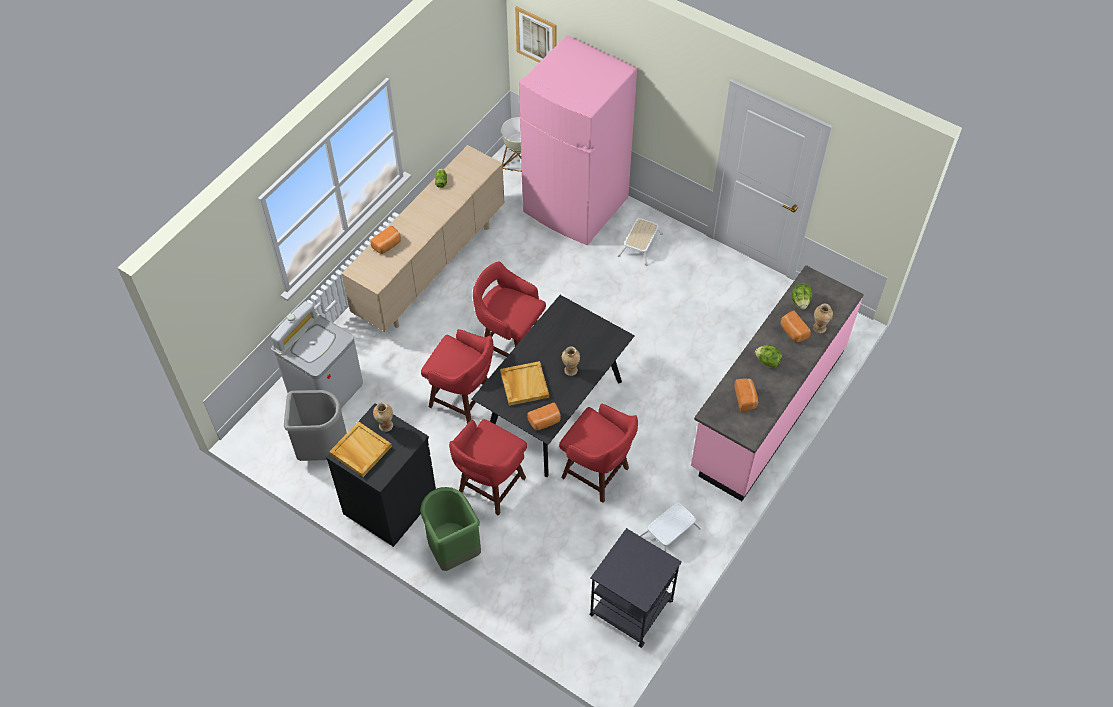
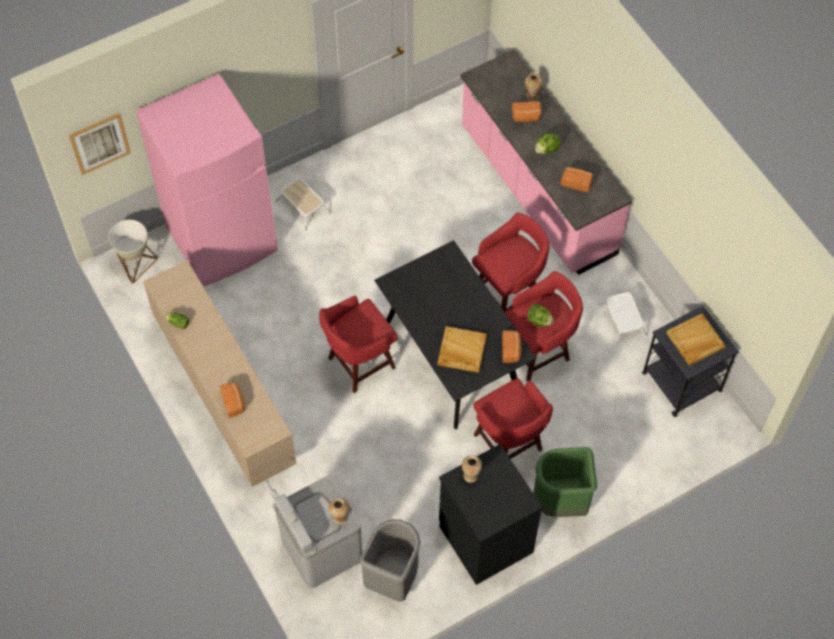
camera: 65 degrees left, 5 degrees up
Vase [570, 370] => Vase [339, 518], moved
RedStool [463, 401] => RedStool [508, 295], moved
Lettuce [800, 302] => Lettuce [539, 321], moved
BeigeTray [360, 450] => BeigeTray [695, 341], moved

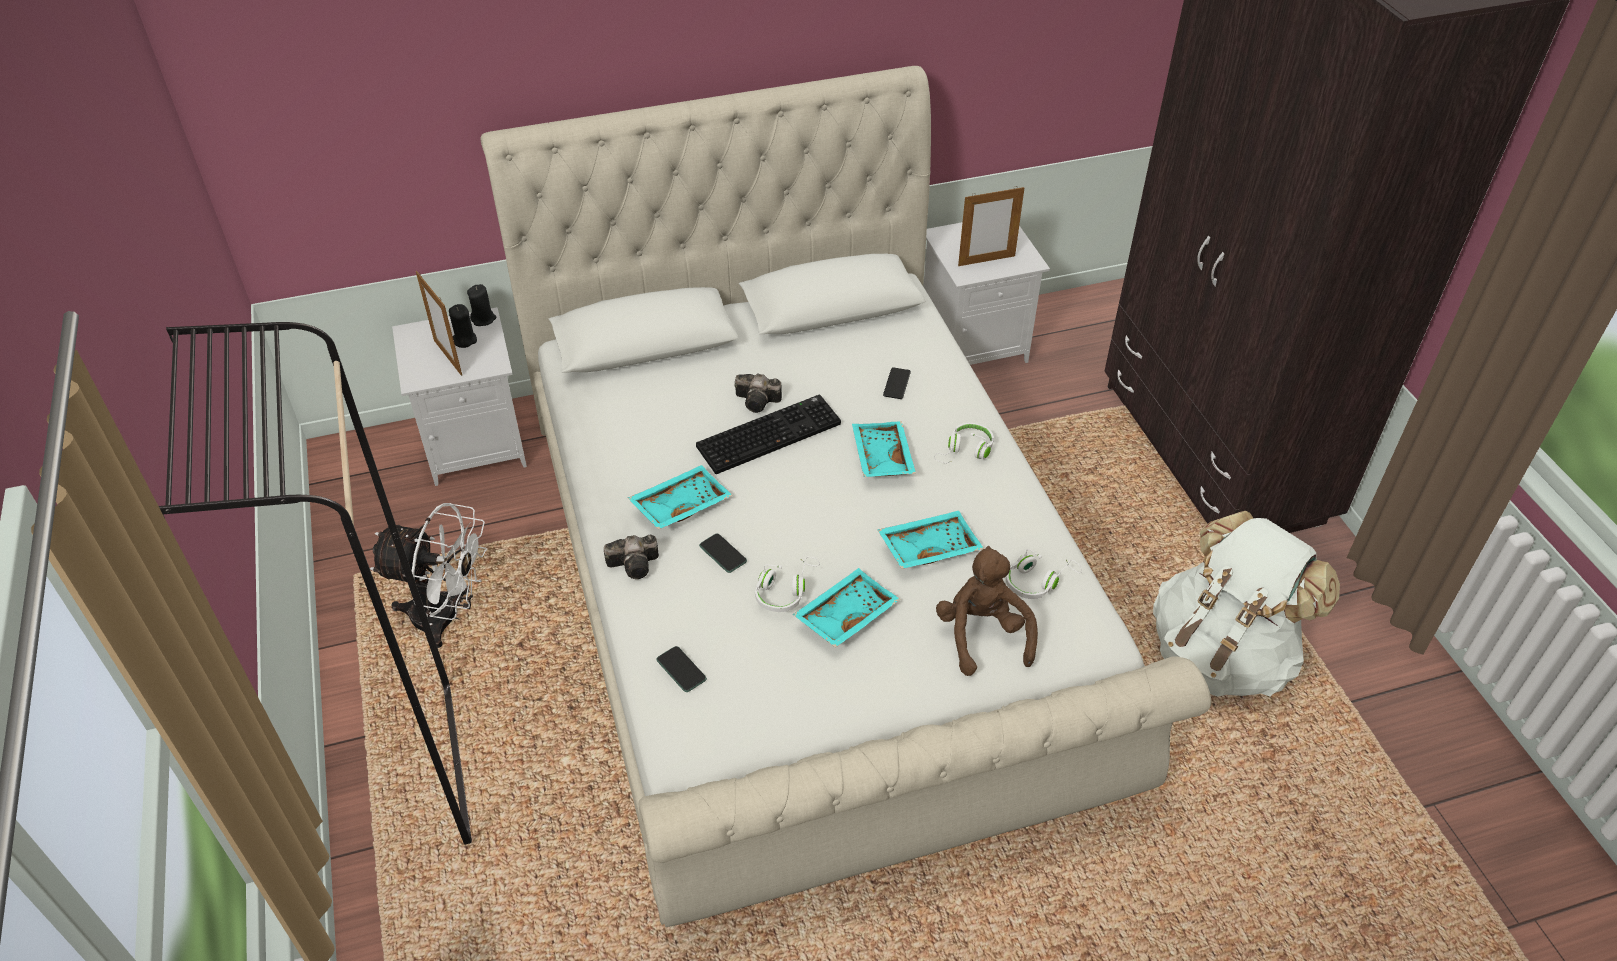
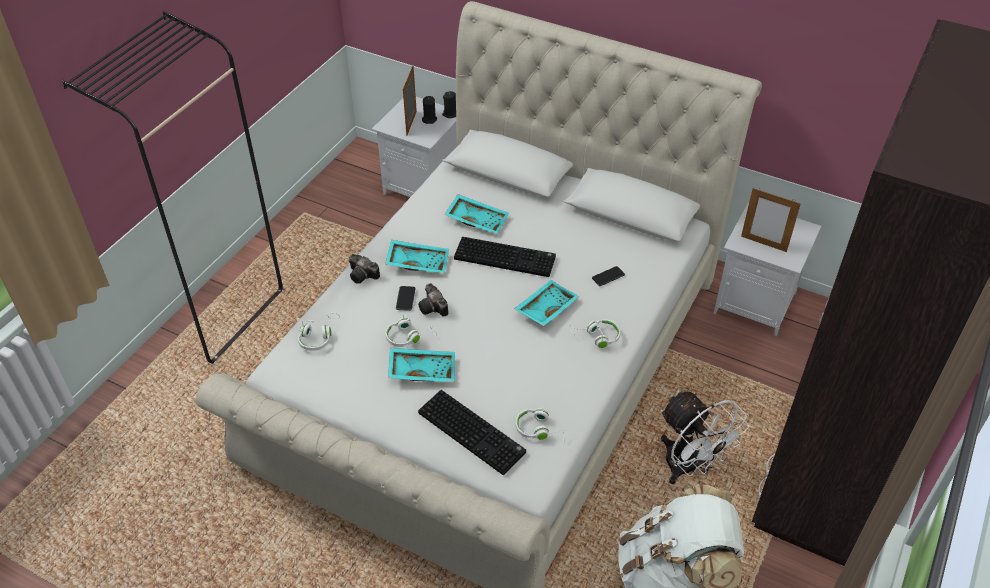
camera: 45 degrees right, 0 degrees up
Phone [681, 670] => WhiteHeadphones [318, 336]
PhotoCamera [759, 401] => PhotoCamera [434, 308], moved
BrownPlushToy [982, 635] => Keyboard [473, 432]
TurquoiseTray [928, 547] => TurquoiseTray [477, 219], moved
WhiteFan [447, 618] => WhiteFan [689, 468], moved

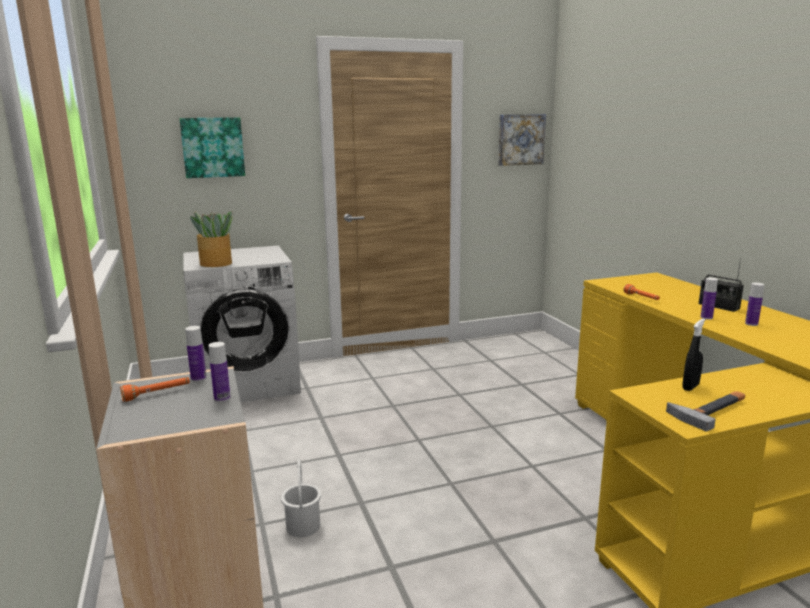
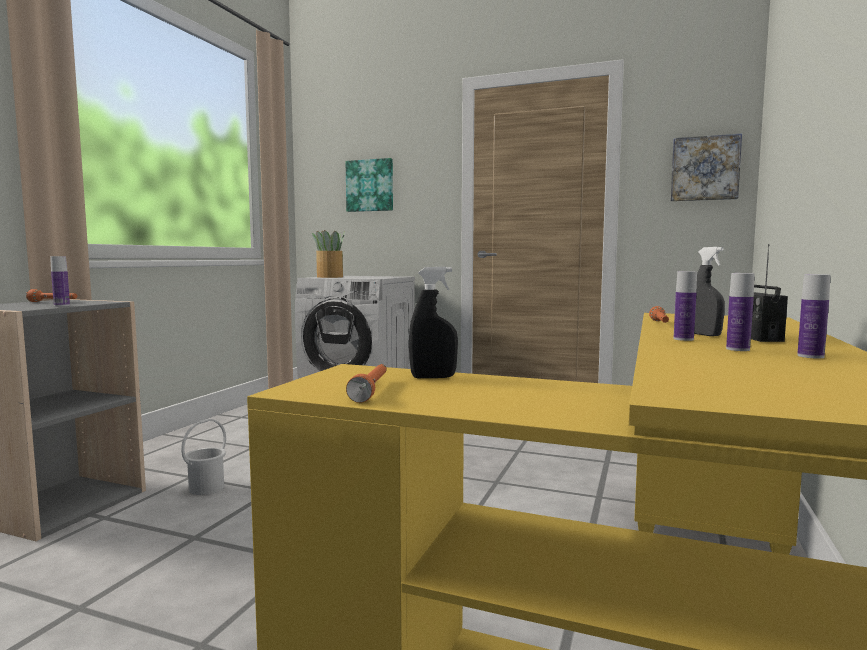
camera: 40 degrees right, 10 degrees down
Hammer [711, 410] => OrangeFlashlight [371, 390]
nothing => GreySprayBottle [705, 335]
Bottle [198, 378] => Bottle [810, 356], moved

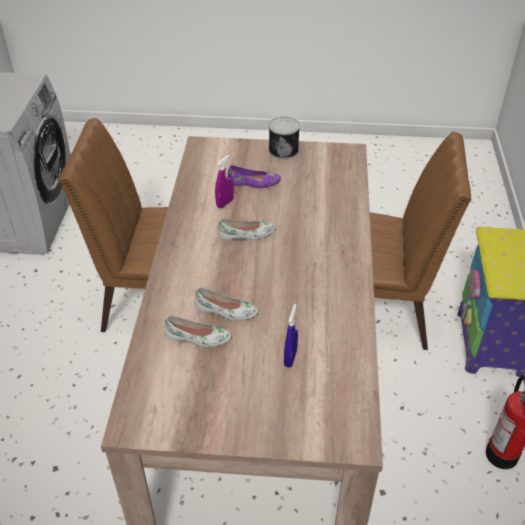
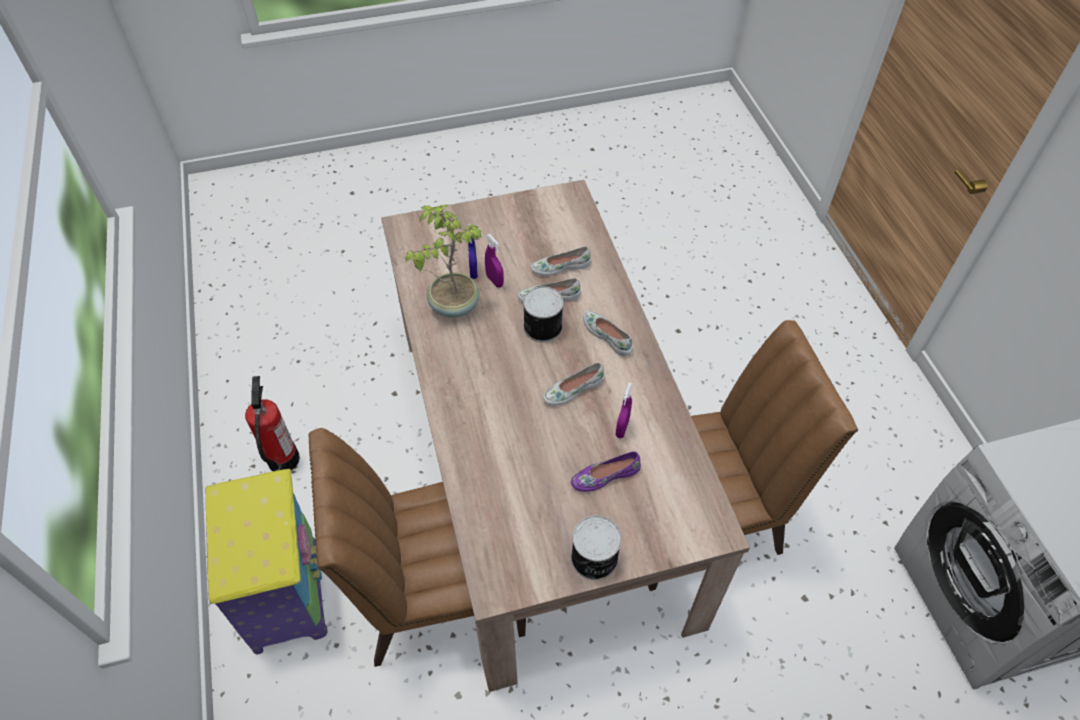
camera: 160 degrees right, 10 degrees up
nothing => PottedPlant [453, 305]
nothing => PurpleSprayBottle [494, 281]
nothing => Can [541, 326]
nothing => WhiteShoe [608, 335]

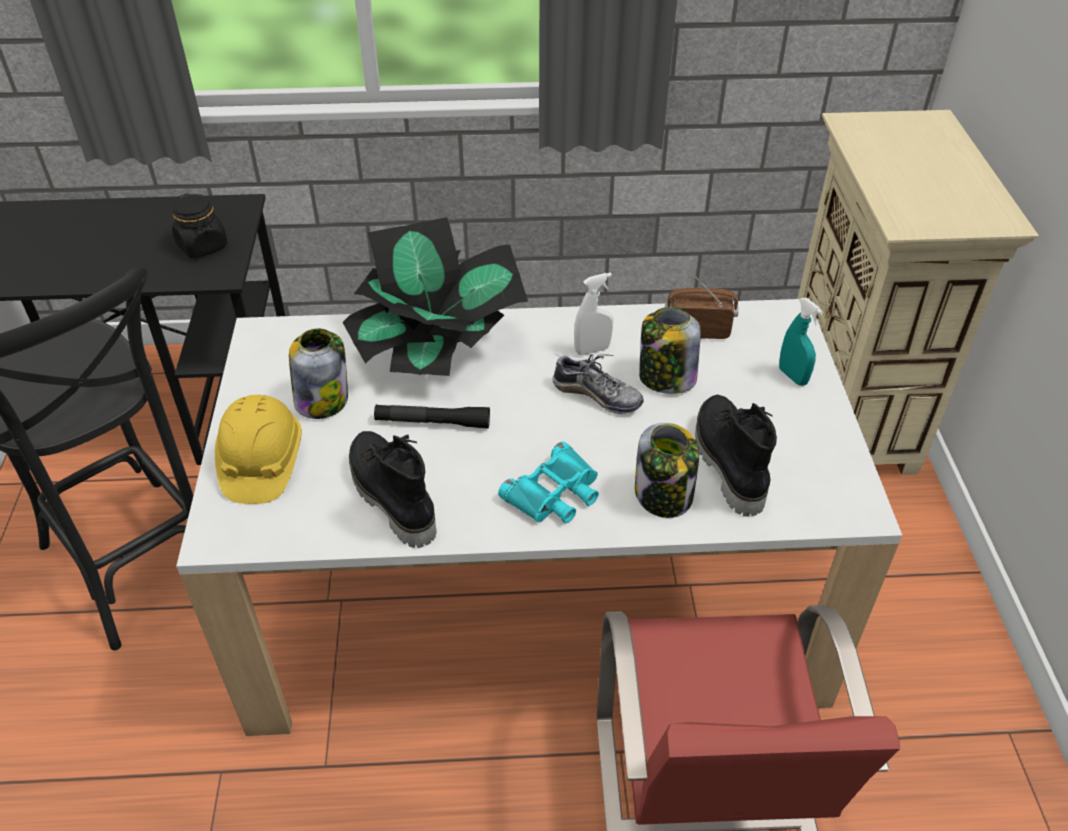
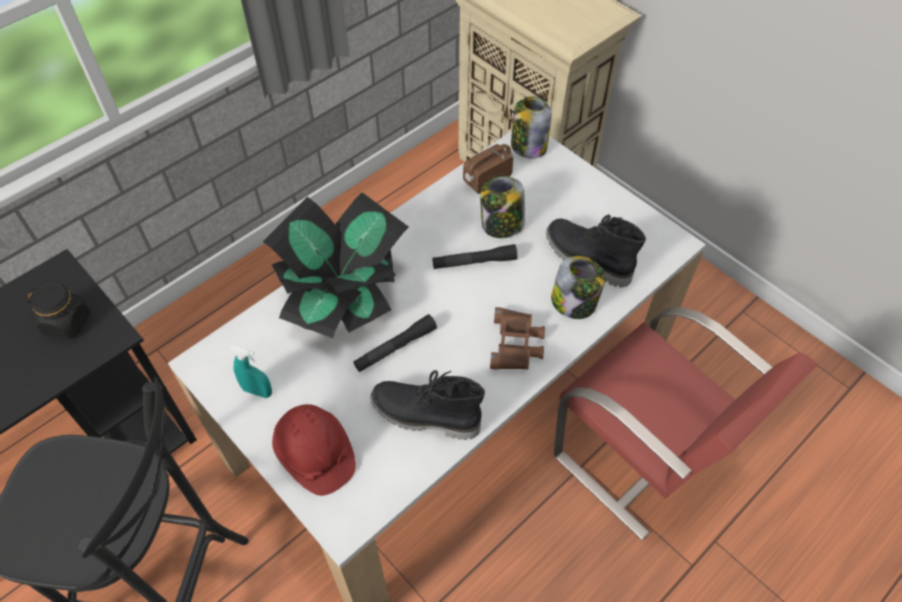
camera: 40 degrees left, 10 degrees up
TurquoiseSprayBottle [792, 376] => TurquoiseSprayBottle [257, 391], moved
YellowHardHat [261, 463] => RedHardHat [315, 455]
Shoe [597, 395] => BlackFlashlight [474, 262]
TurquoiseBinoculars [555, 493] => BrownBinoculars [516, 344]
Jar [322, 400] => Jar [528, 146], moved
WhiteSprayBottle [592, 350] => nothing

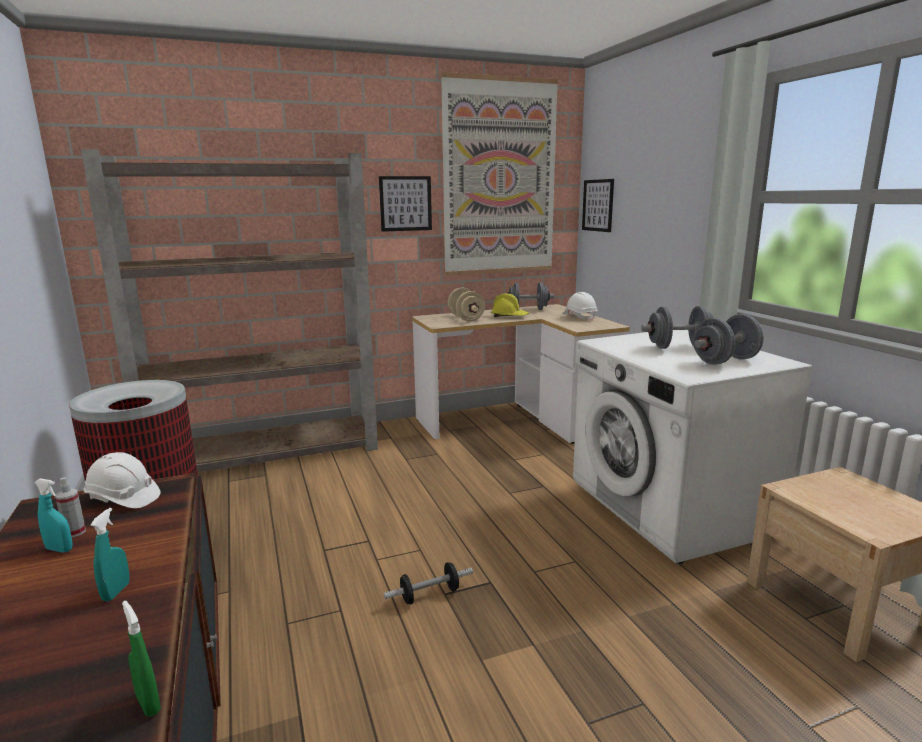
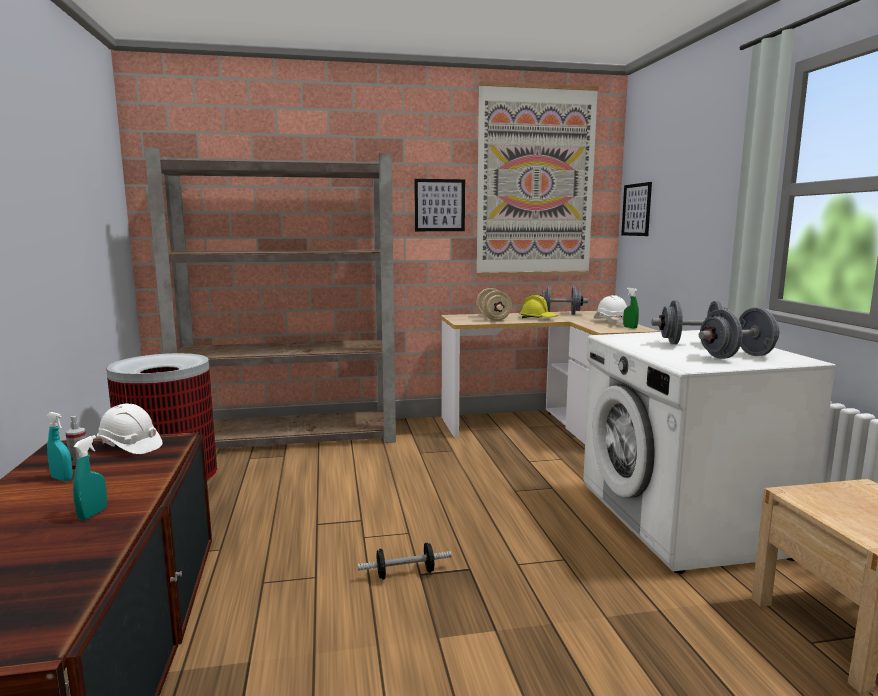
camera: 10 degrees right, 5 degrees down
GreenSprayBottle [148, 704] => GreenSprayBottle [630, 327], moved

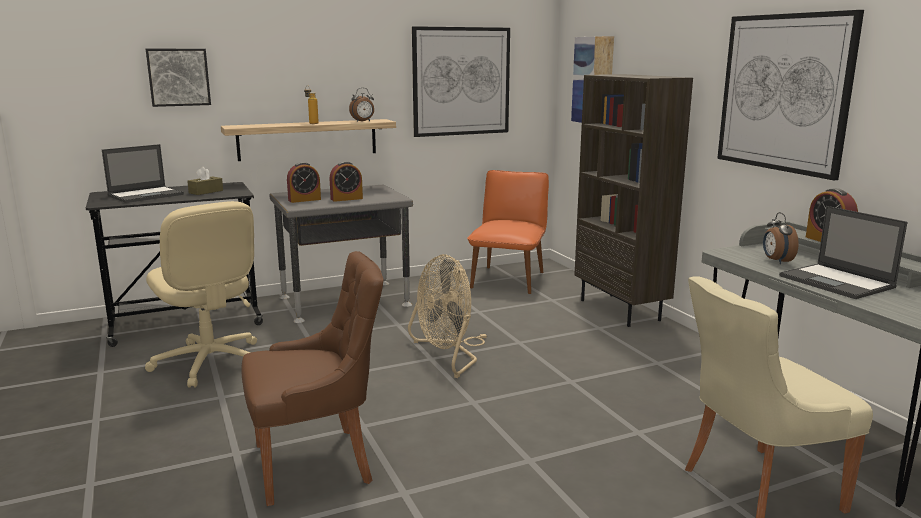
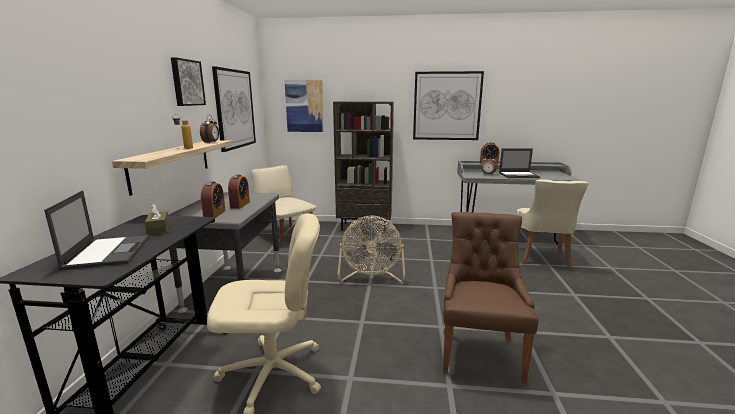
camera: 60 degrees left, 0 degrees up
Picture [178, 77] => Picture [187, 82], moved
OrangeChair [507, 280] => BeigeChair [286, 236]

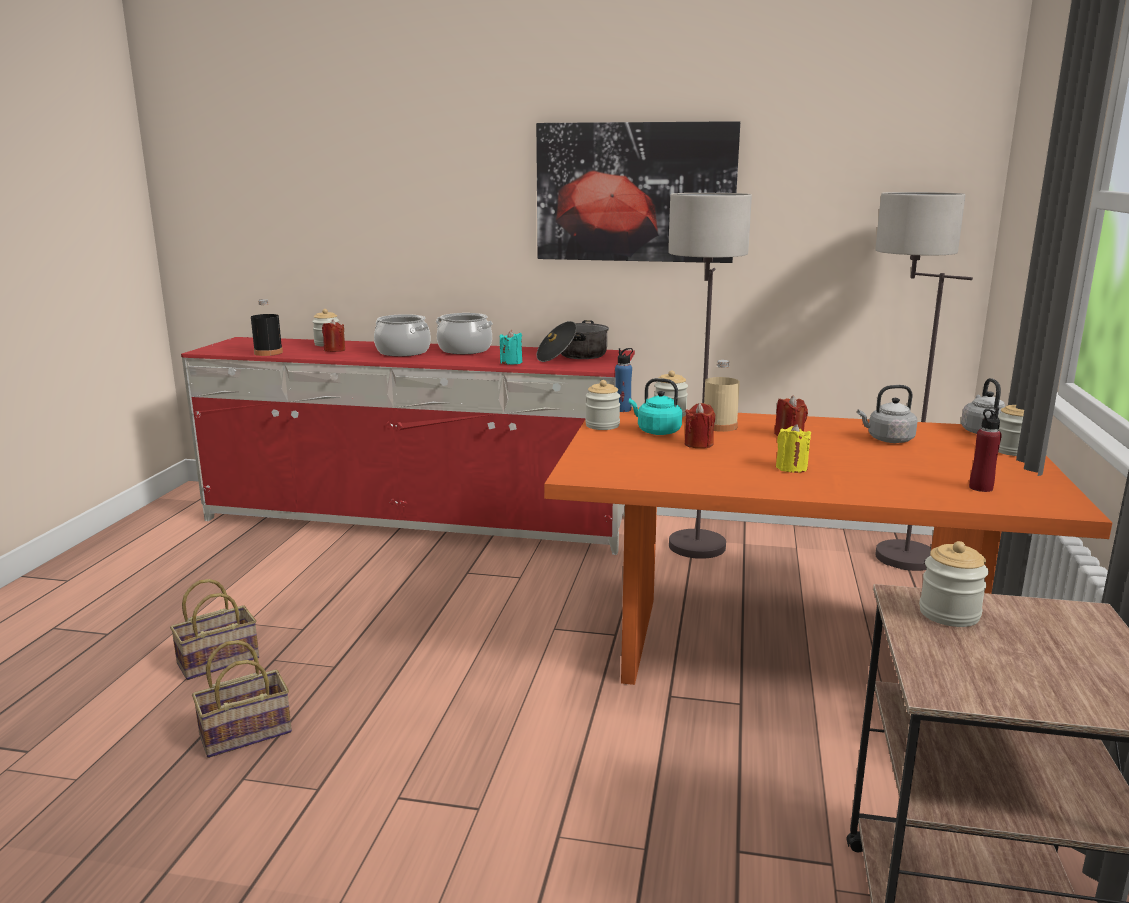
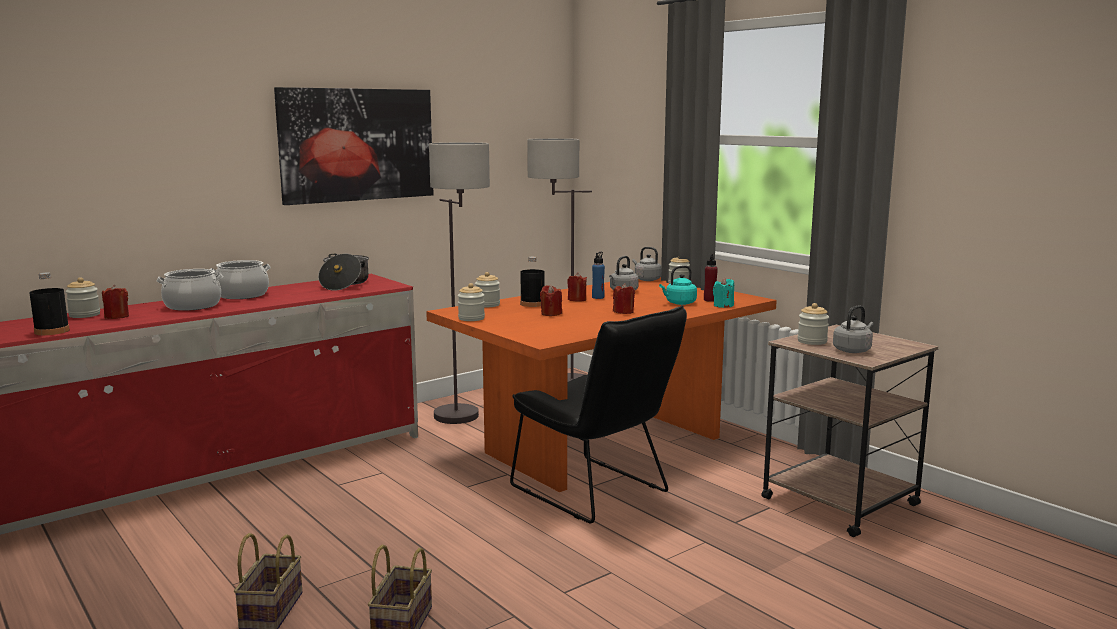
camera: 50 degrees left, 5 degrees down
nothing => BlackChair [596, 493]
BeigeBottle [719, 426] => BlackBottle [532, 304]
BlueBottle [622, 409] => BlueBottle [598, 297], moved
YellowCandle [791, 468] => RedCandle [623, 312]
TurquoiseKettle [656, 431] => TurquoiseKettle [679, 303], moved
TurquoiseCandle [511, 362] => TurquoiseCandle [723, 306], moved
nothing => GreyKettle [853, 350]

